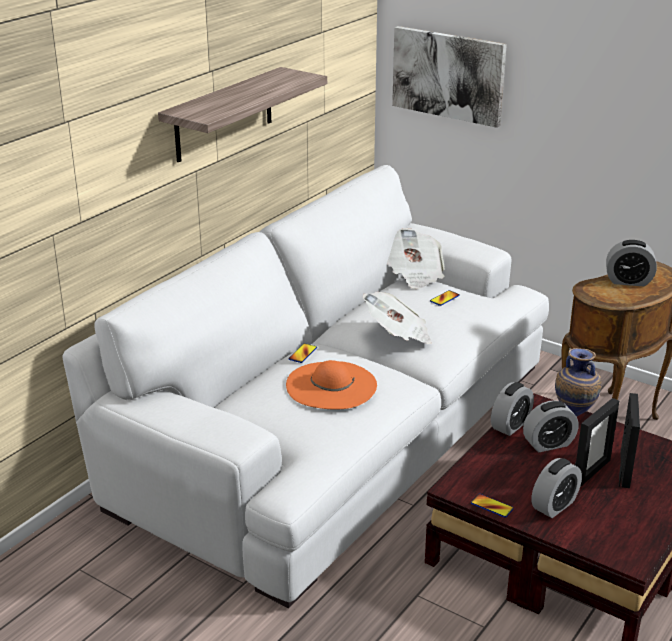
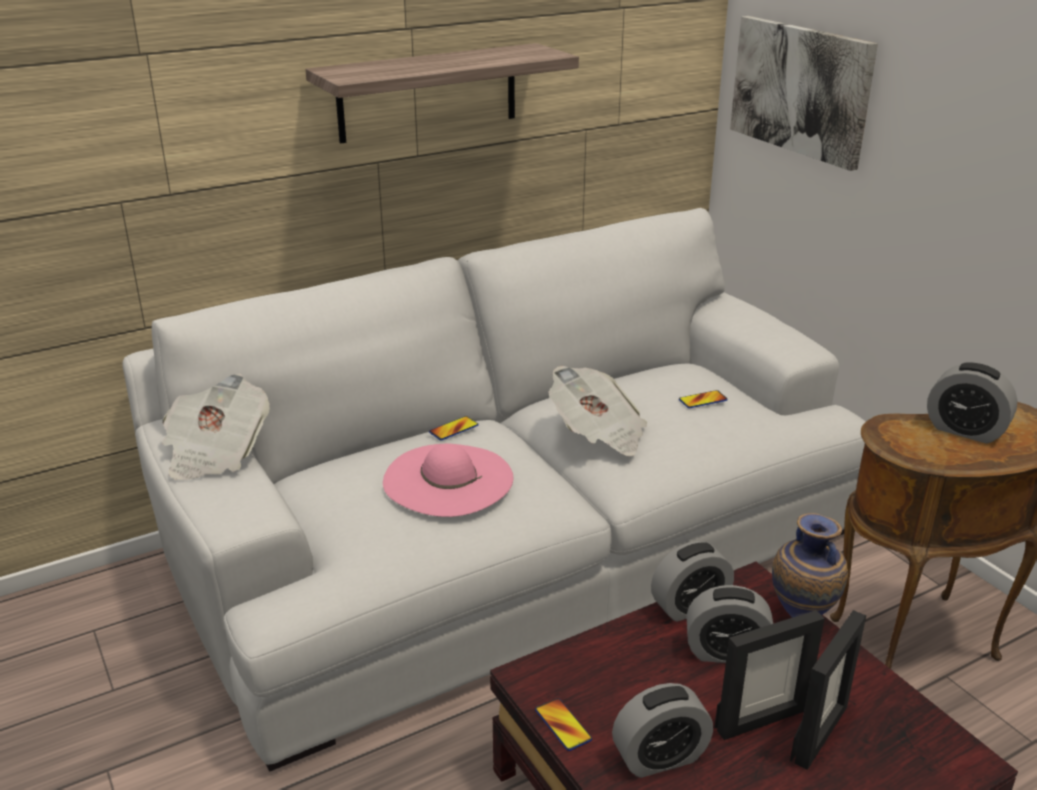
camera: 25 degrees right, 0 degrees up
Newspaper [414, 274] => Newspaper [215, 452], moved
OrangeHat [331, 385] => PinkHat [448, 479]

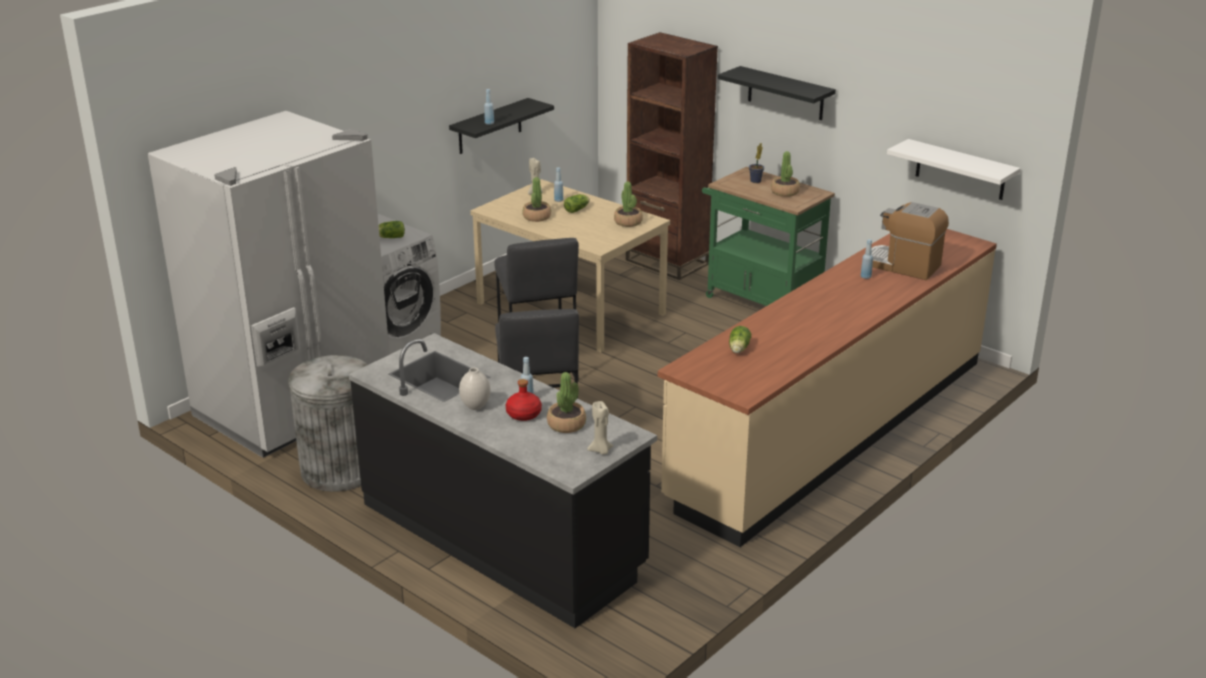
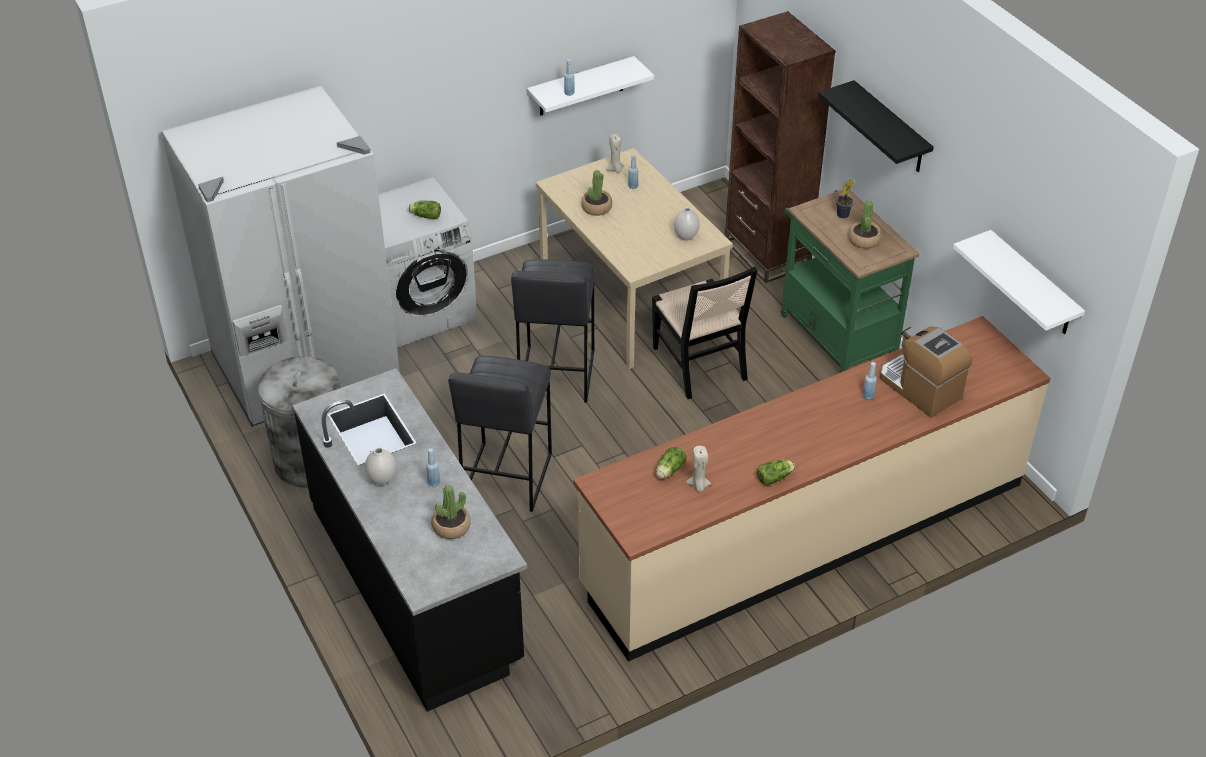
camera: 20 degrees right, 15 degrees up
BlackShelf [490, 126] => WhiteShelf [581, 87]
nothing => Chair [698, 364]
PottedPlant [628, 222] => WhiteVase [686, 237]
BeigeCandle [601, 450] => BeigeCandle [698, 486], moved
Lettuce [577, 209] => Lettuce [775, 477], moved
RedBottle [523, 414] => nothing

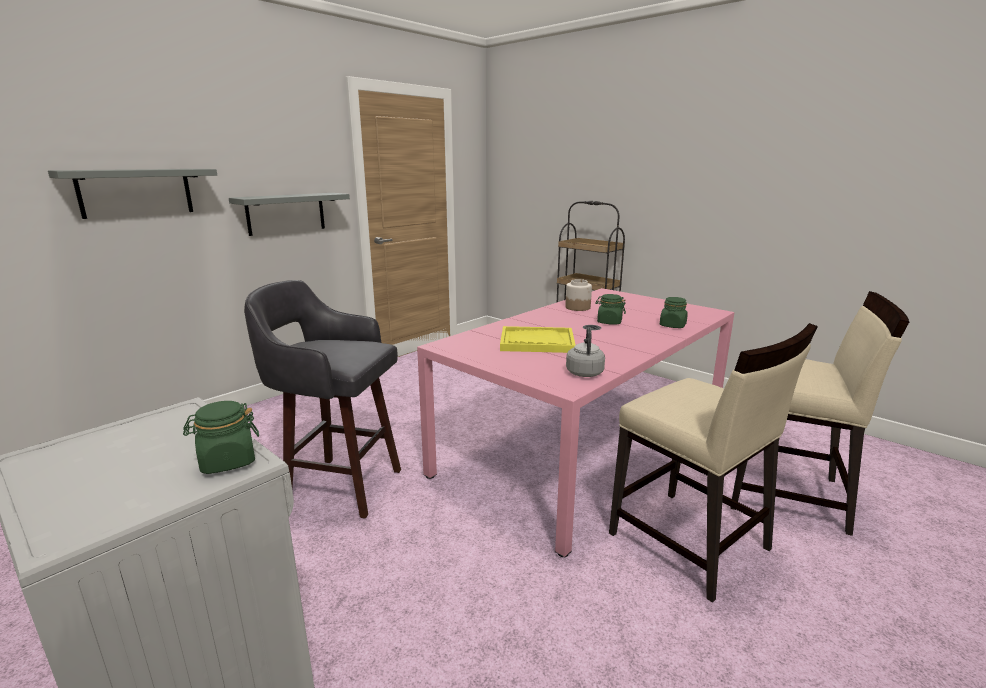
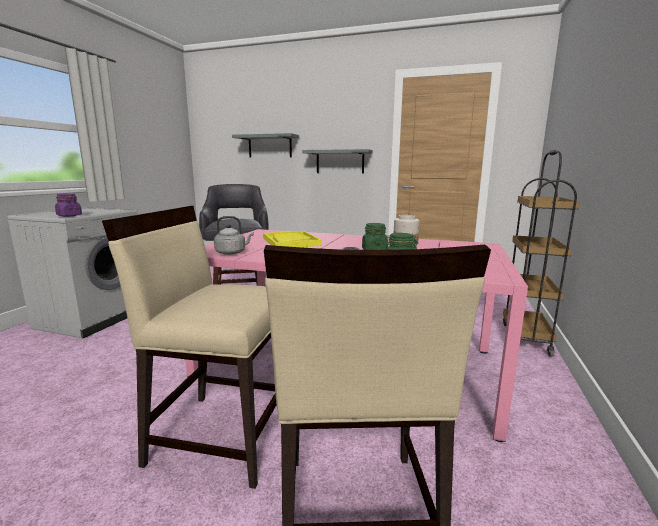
camera: 65 degrees right, 5 degrees down
GreenJar [227, 461] => PurpleJar [69, 216]
BeigeChair [689, 542] => BeigeChair [222, 435], 75 degrees clockwise

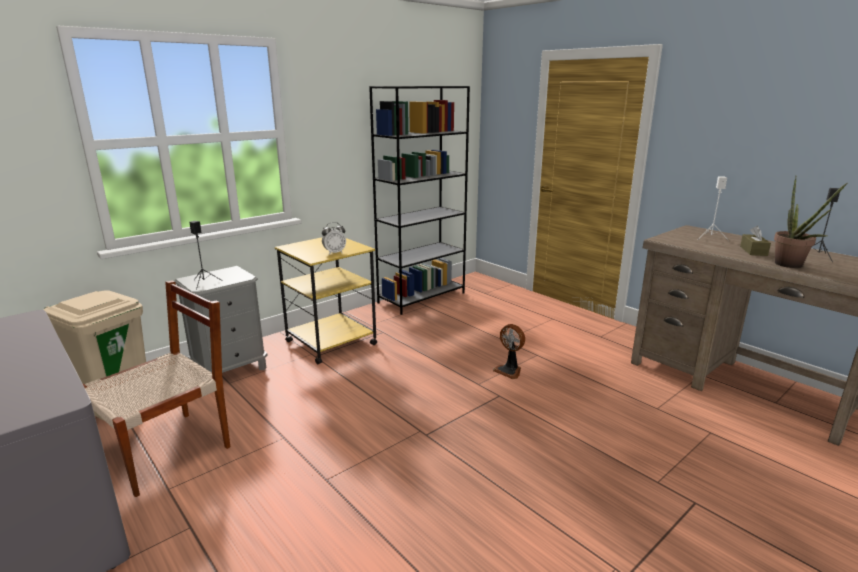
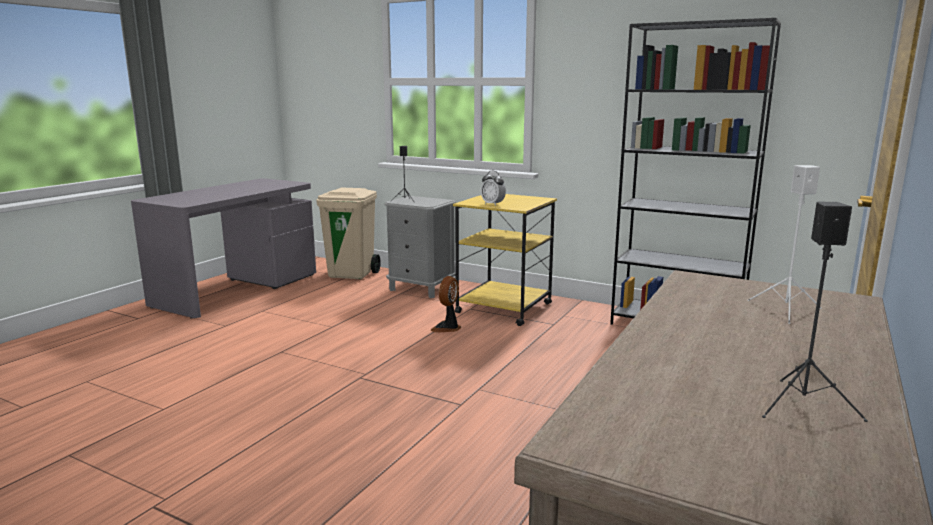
camera: 70 degrees right, 5 degrees down
Fan [509, 371] => Fan [447, 328], moved
Chair [168, 450] => nothing
BrownTissueBox [753, 251] => nothing
PottedPlant [792, 266] => nothing

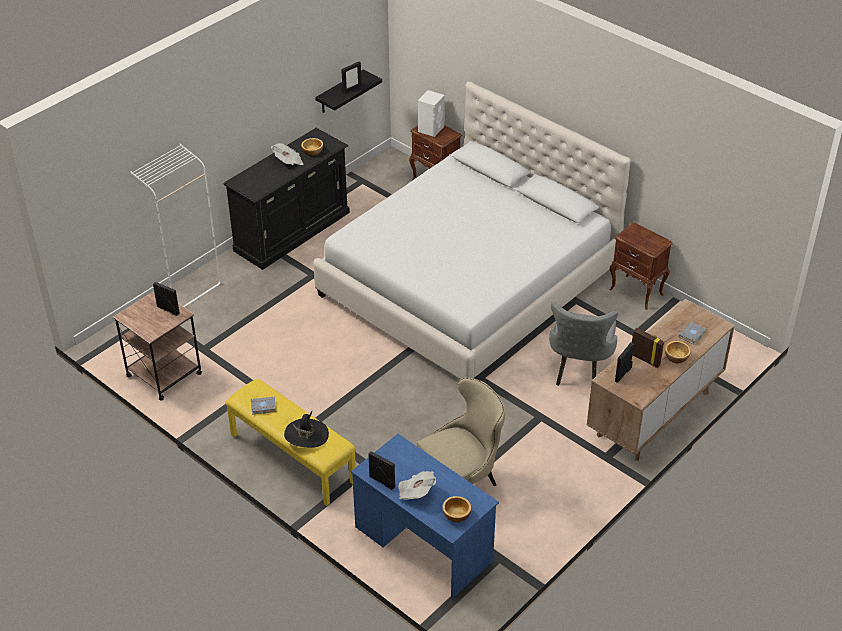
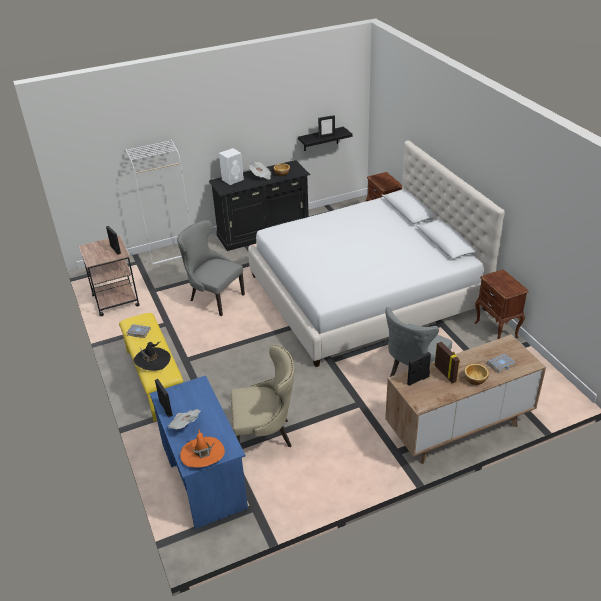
camera: 25 degrees right, 5 degrees down
nothing => GreyChair [214, 298]
Bowl [456, 515] => OrangeHat [202, 454]
WhiteSpeaker [431, 128] => WhiteSpeaker [233, 179], moved

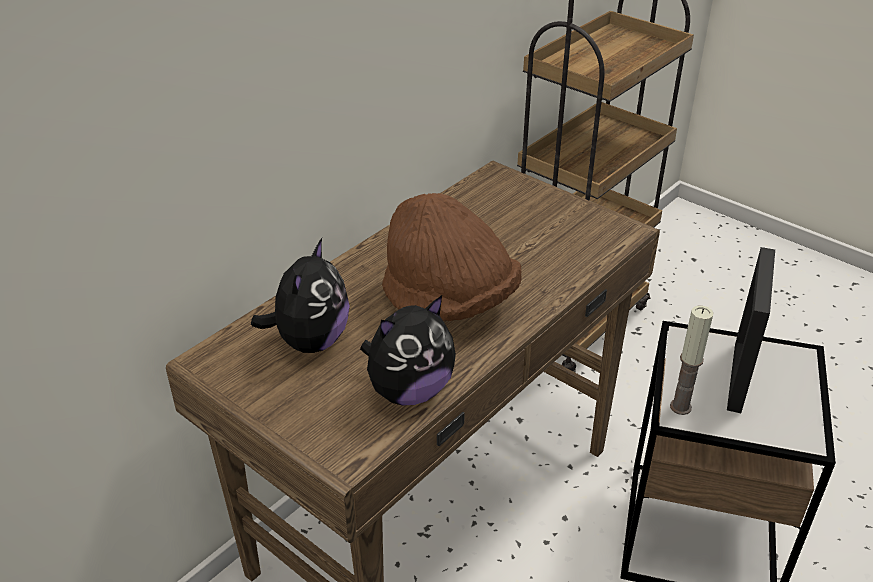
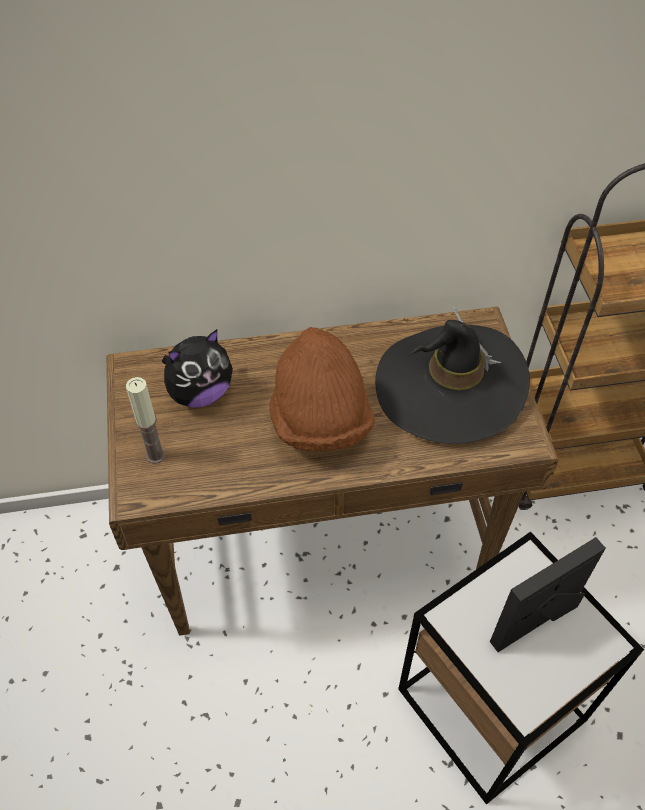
camera: 40 degrees right, 15 degrees up
Candle [680, 407] => Candle [155, 455], moved
nothing => BlackHat [450, 386]
PlushToy [409, 390] => nothing

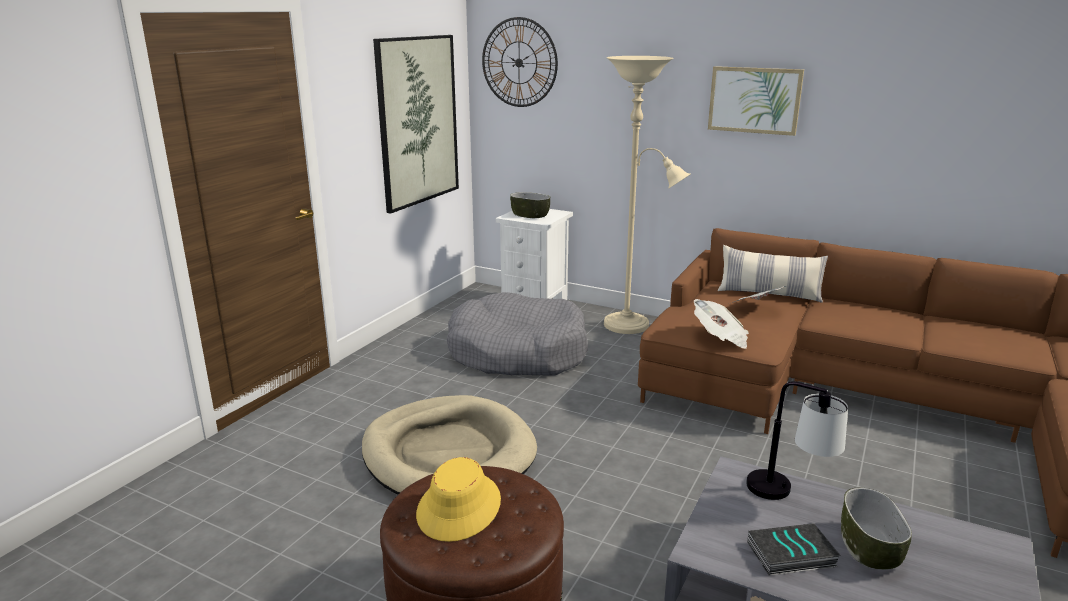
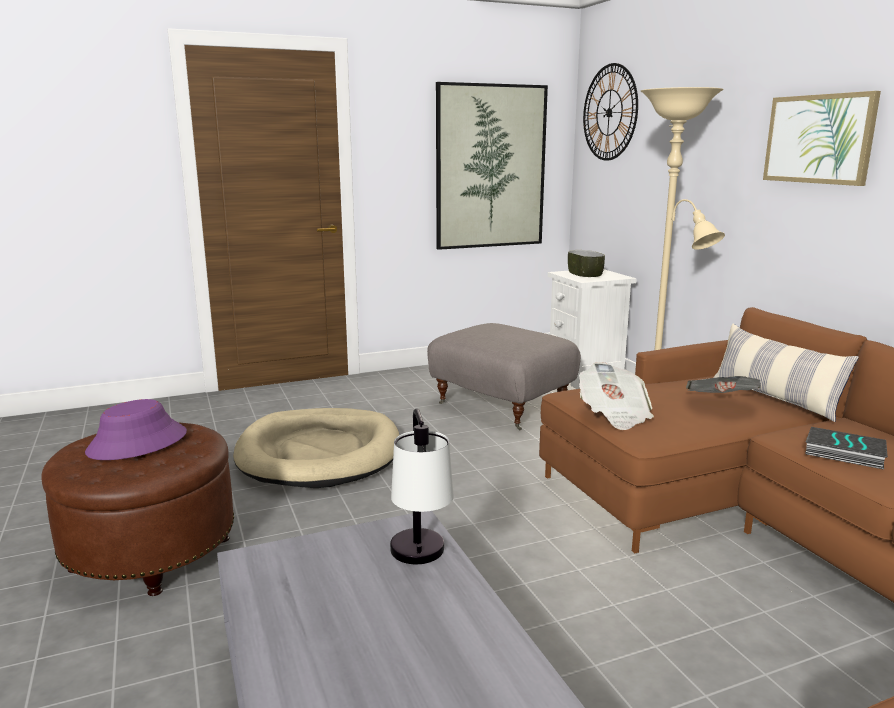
camera: 40 degrees right, 5 degrees down
YellowHat [459, 507] => PurpleHat [137, 443]
GreyDogBed [517, 352] => GreyOttoman [503, 405]
Book [791, 555] => Book [843, 453], moved
Bowl [870, 547] => nothing

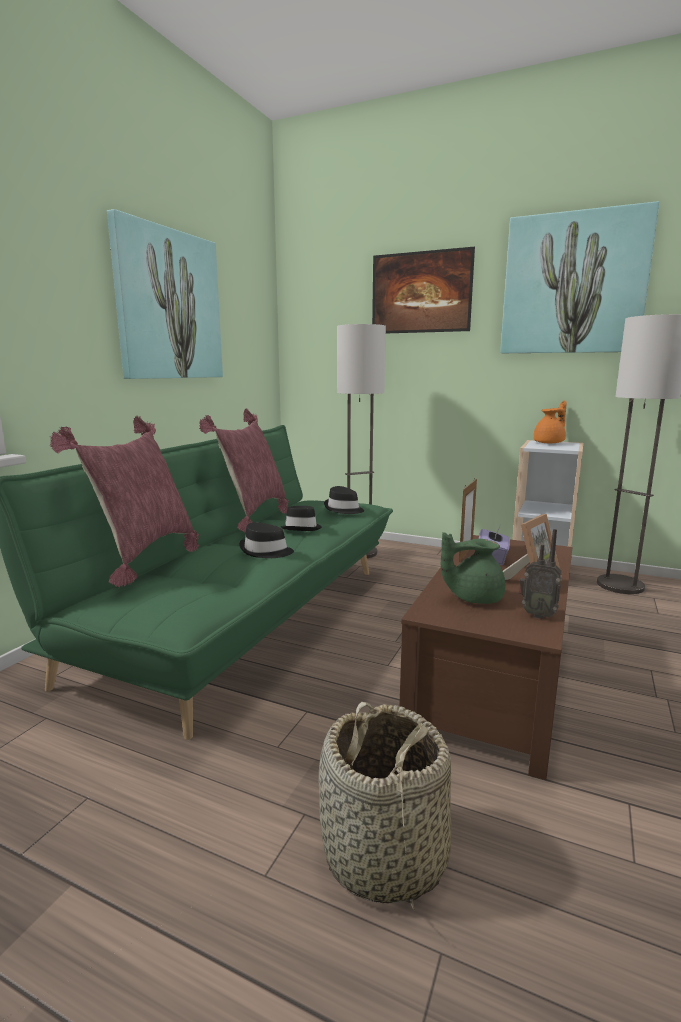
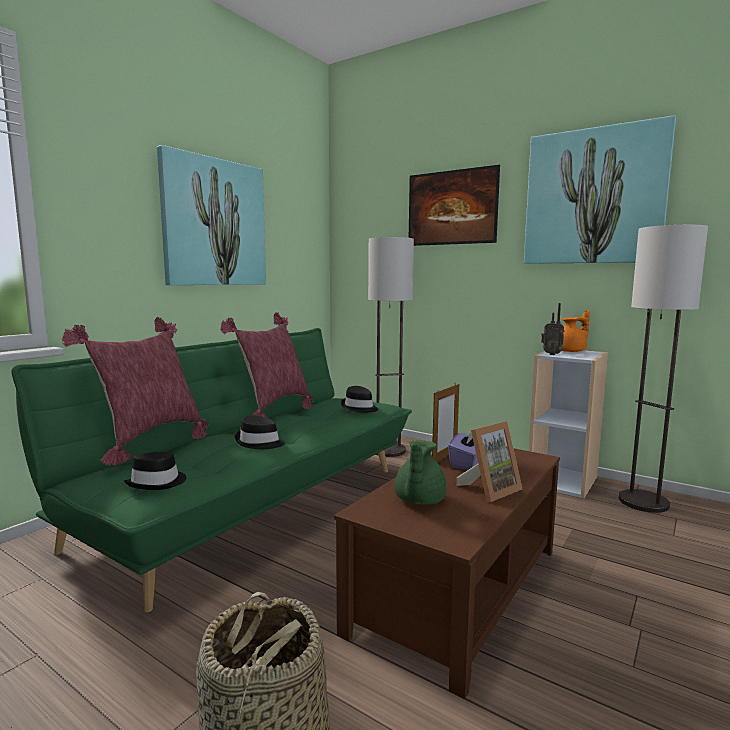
camera: 10 degrees right, 5 degrees down
BlackHat [302, 528] => BlackHat [158, 483], moved
GreenTeapot [473, 597] => GreenTeapot [418, 500], 75 degrees counterclockwise
Radio [537, 614] => Radio [552, 354], moved

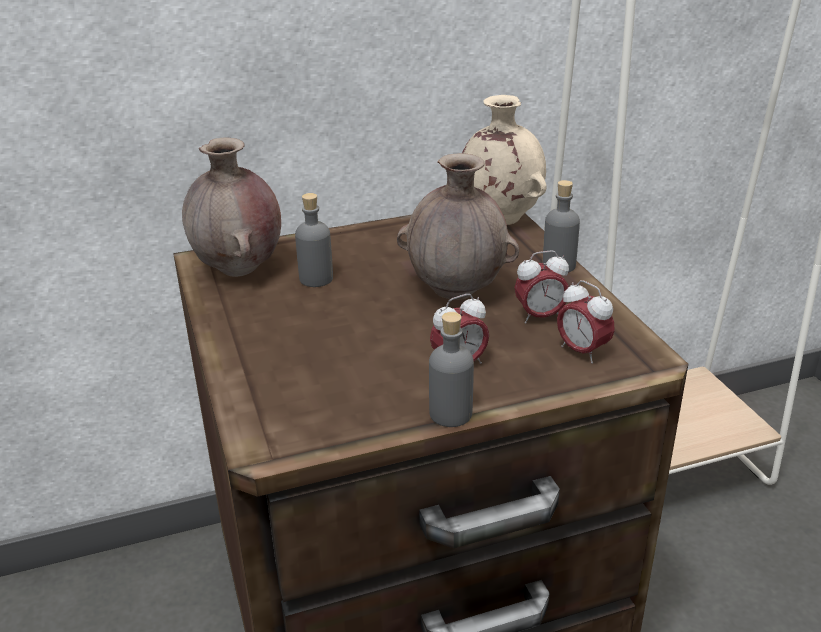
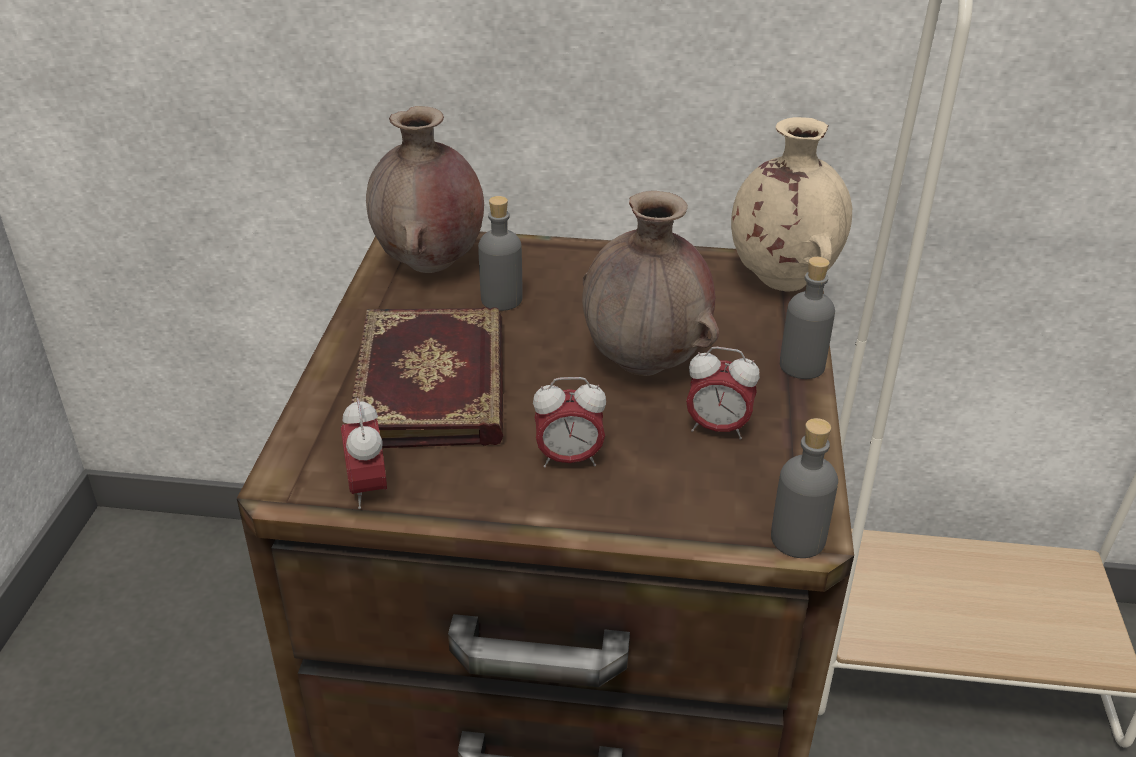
camera: 25 degrees right, 5 degrees up
AlarmClock [582, 352] => AlarmClock [368, 489], moved
nothing => Book [435, 383]
GreyBottle [450, 414] => GreyBottle [797, 539], moved

